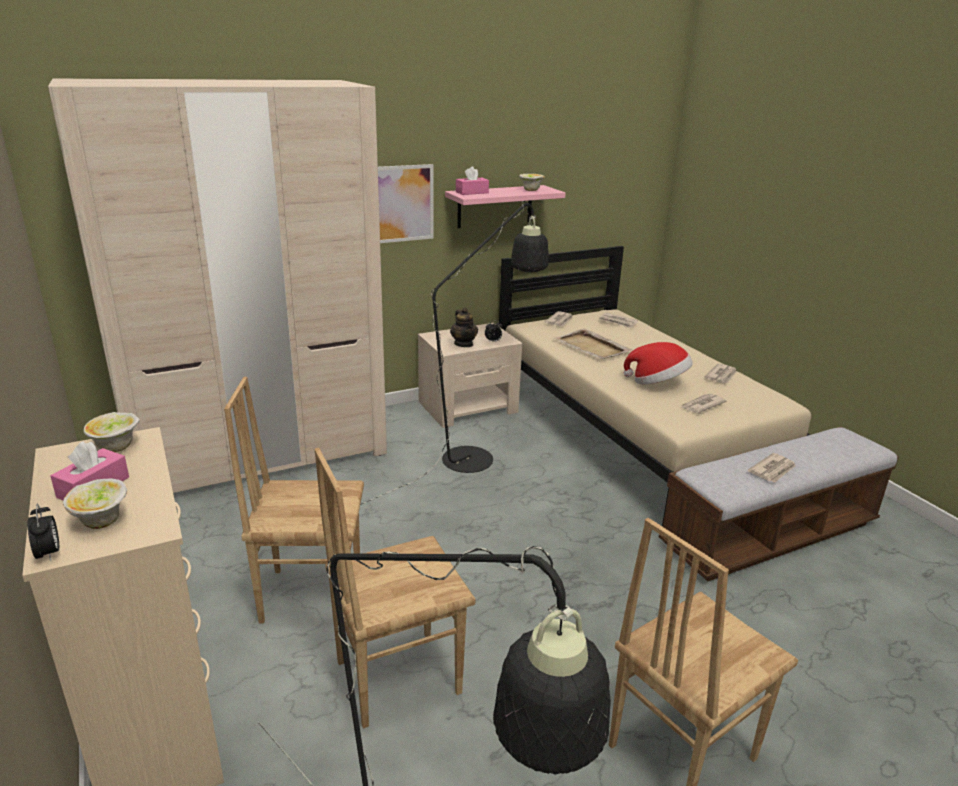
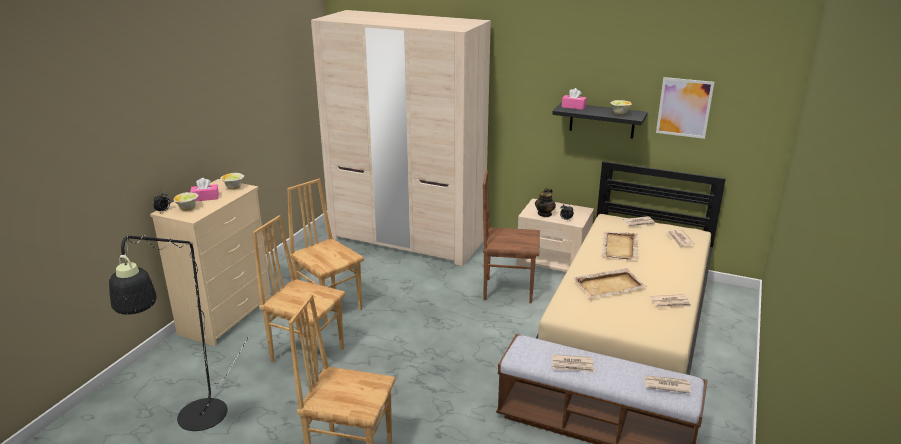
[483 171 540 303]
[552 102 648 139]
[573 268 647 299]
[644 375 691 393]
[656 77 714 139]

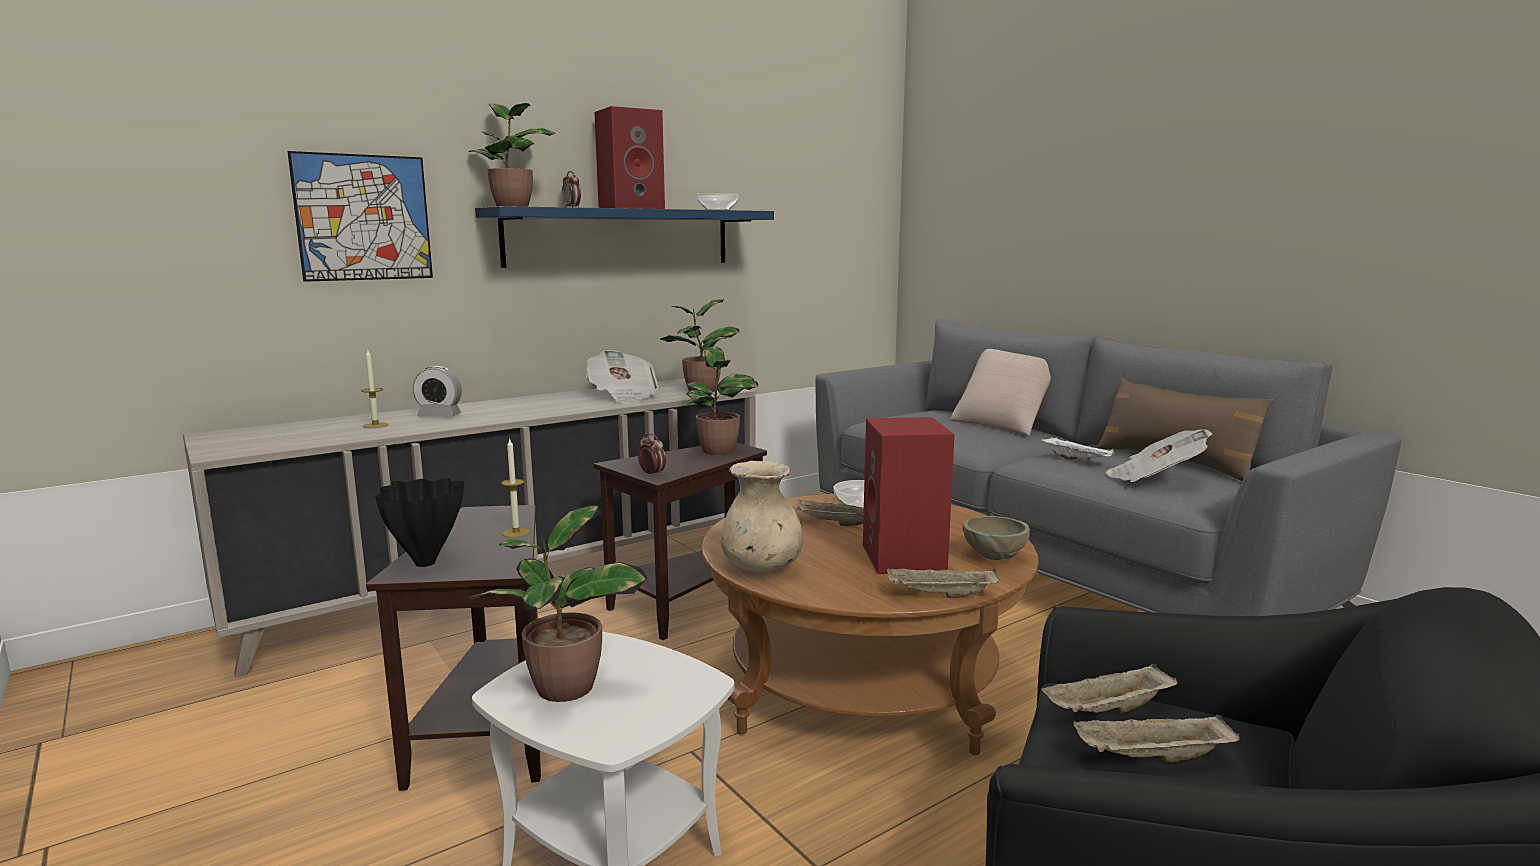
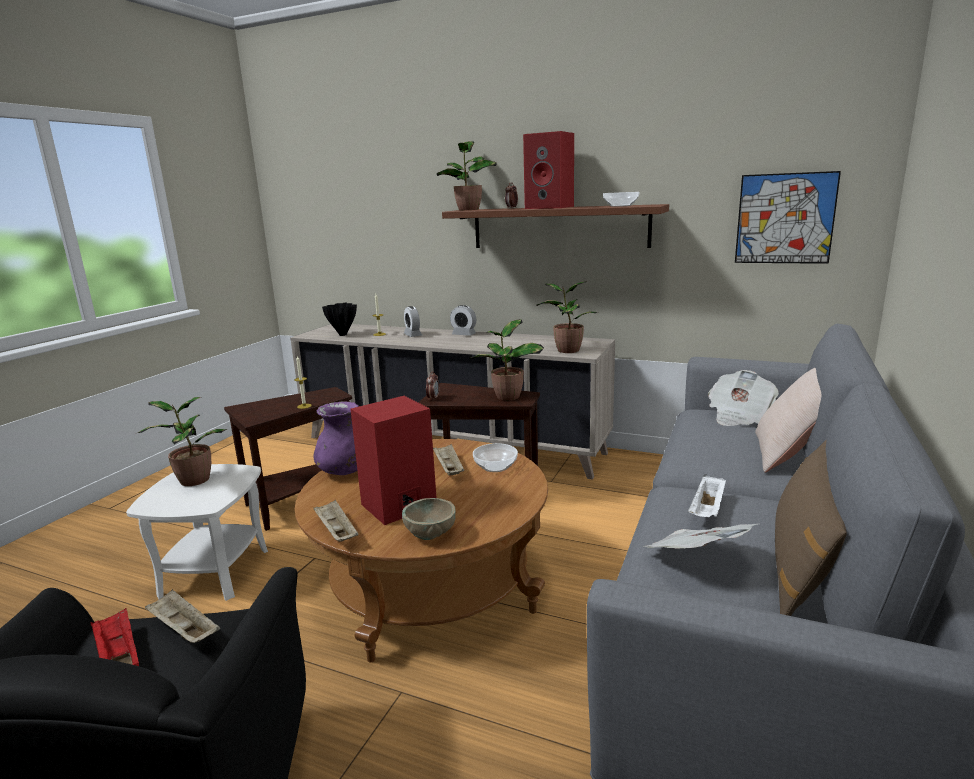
[90 608 139 666]
[313 402 359 475]
[322 302 357 336]
[442 204 669 248]
[450 305 476 336]
[708 370 779 426]
[735 171 841 264]

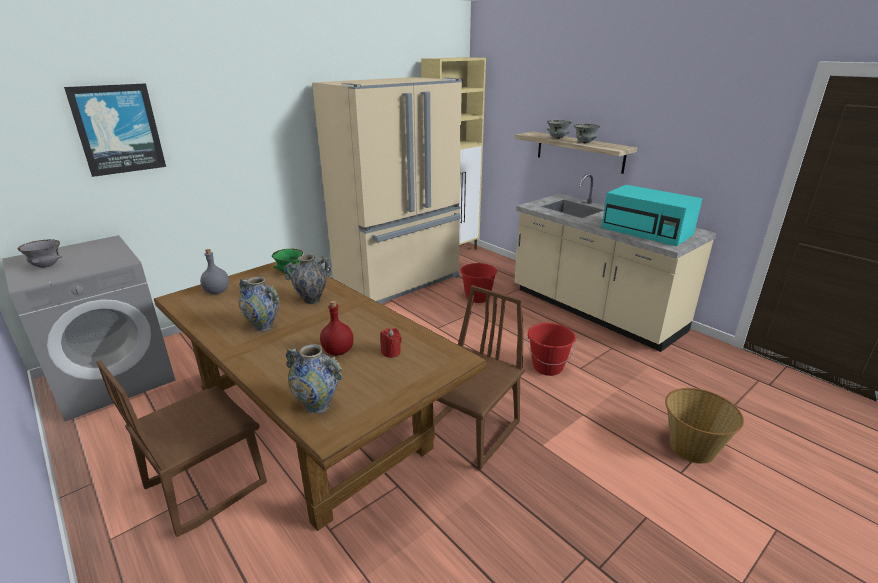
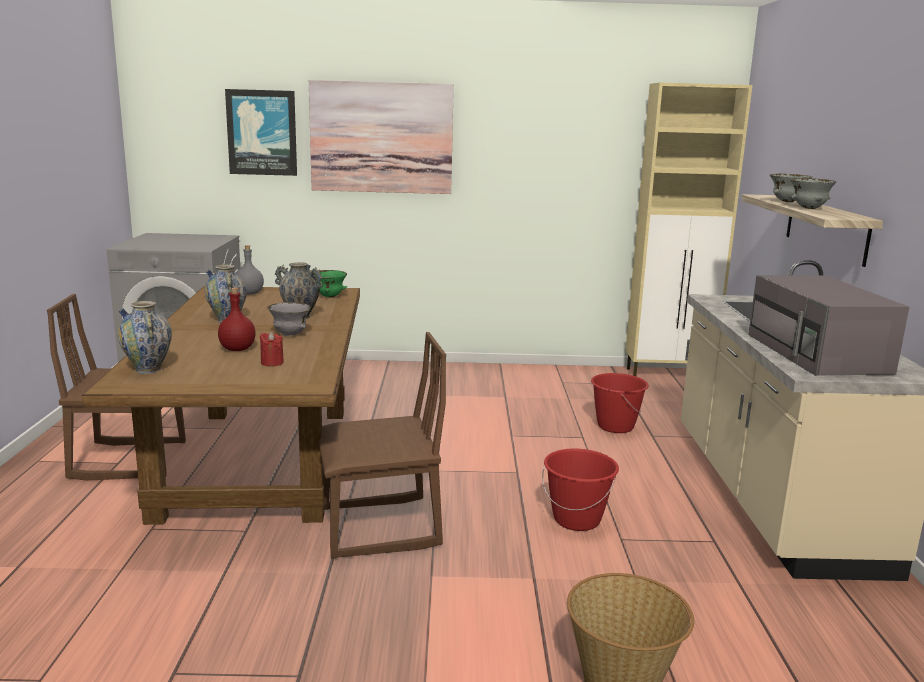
[268 302 311 336]
[309 80 454 194]
[748 275 909 376]
[312 77 462 304] (first image)

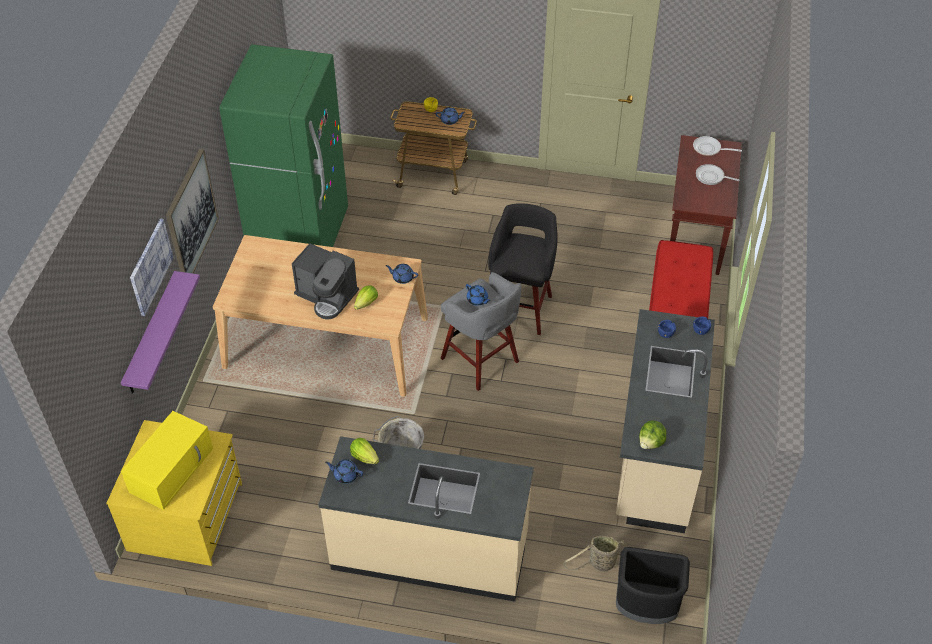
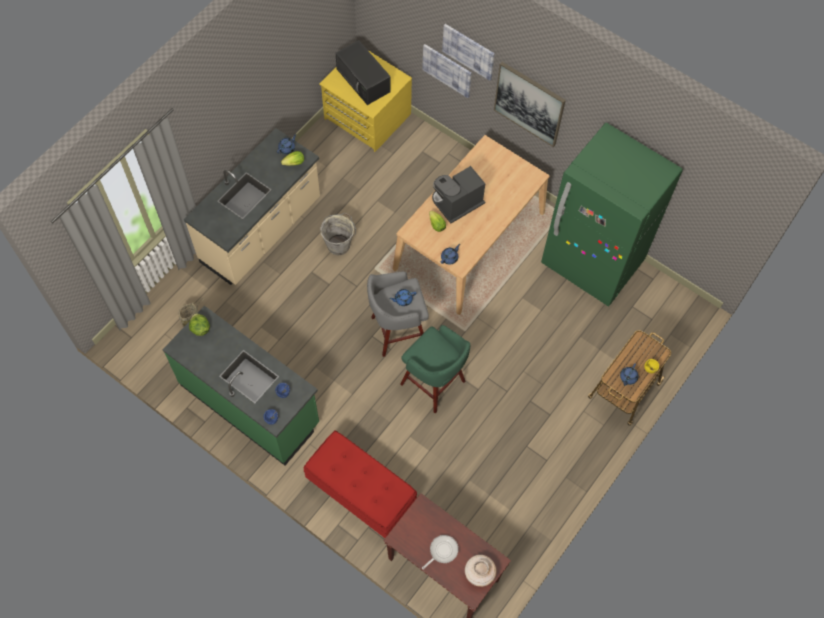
[163 306 319 465]
[335 40 391 105]
[400 325 470 414]
[422 44 472 98]
[465 555 497 587]
[616 547 690 624] (first image)

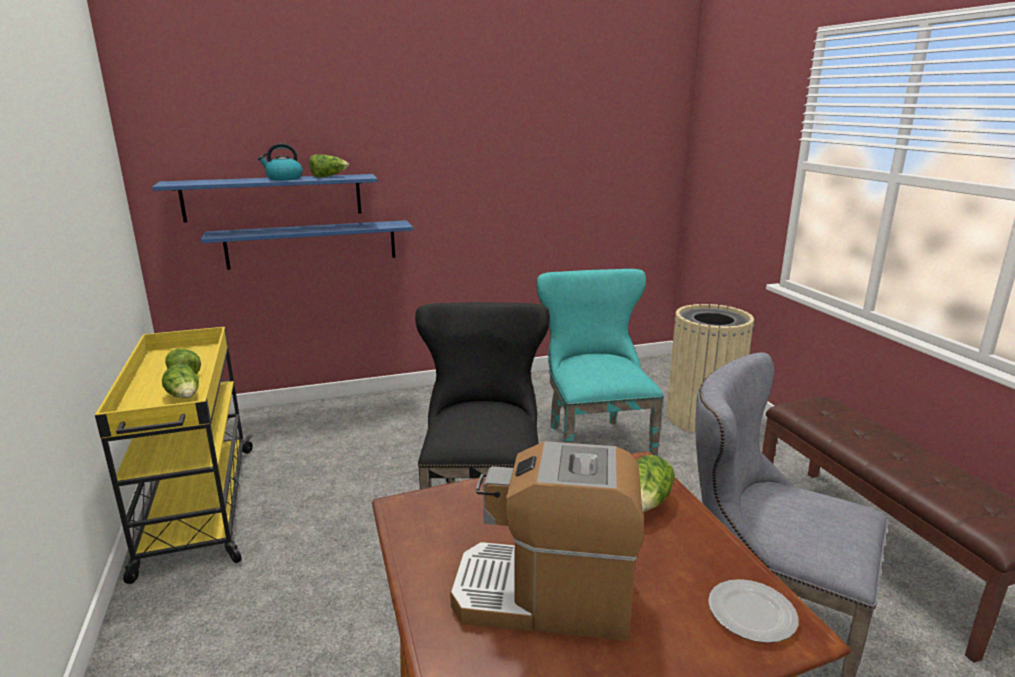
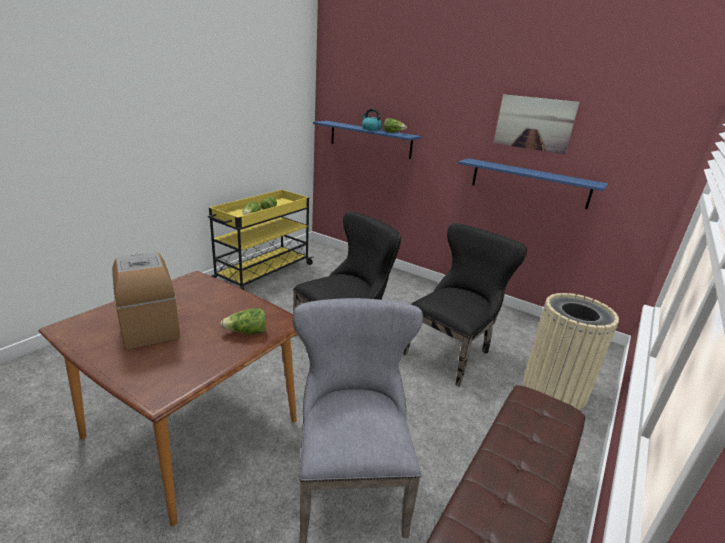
[402 223 527 387]
[458 158 608 209]
[494 94 579 154]
[708 579 799 643] (first image)

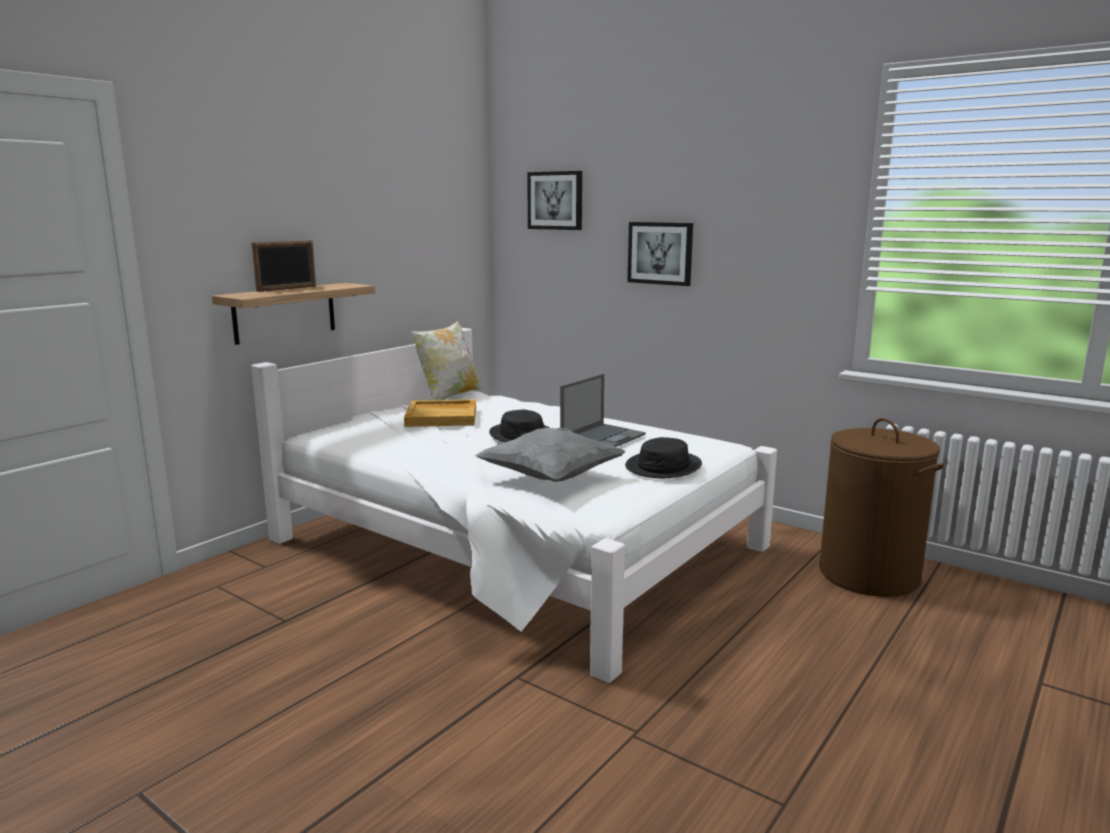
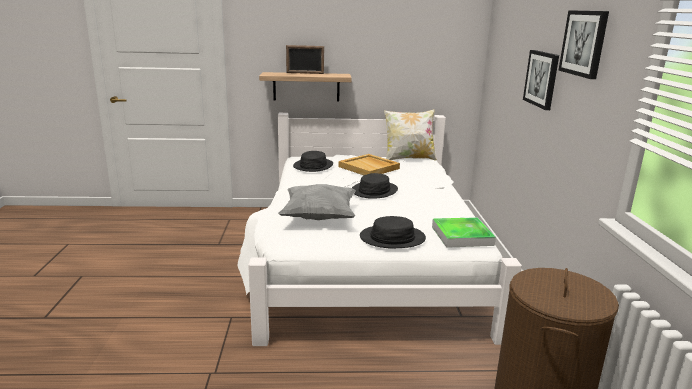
[293 151 333 172]
[432 217 496 248]
[559 10 609 79]
[560 374 646 447] (first image)

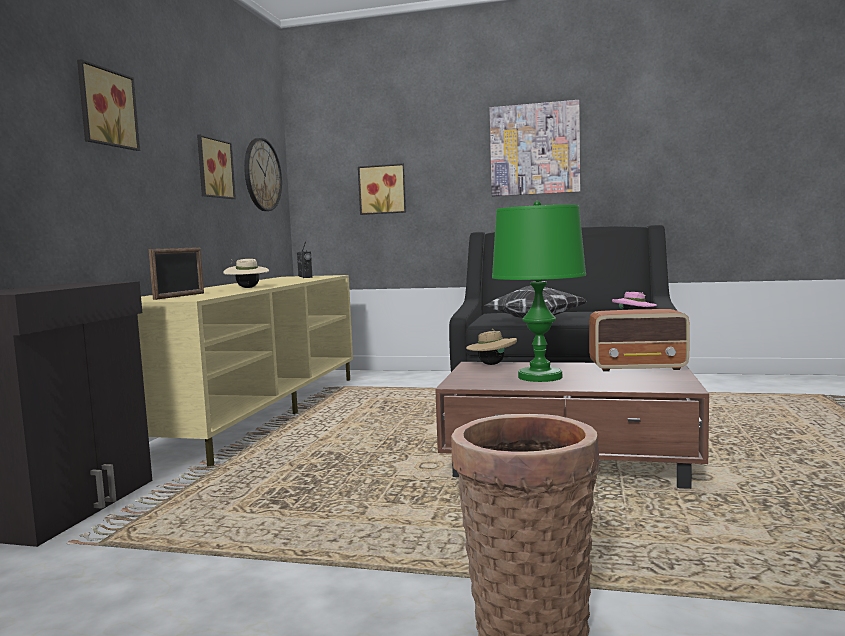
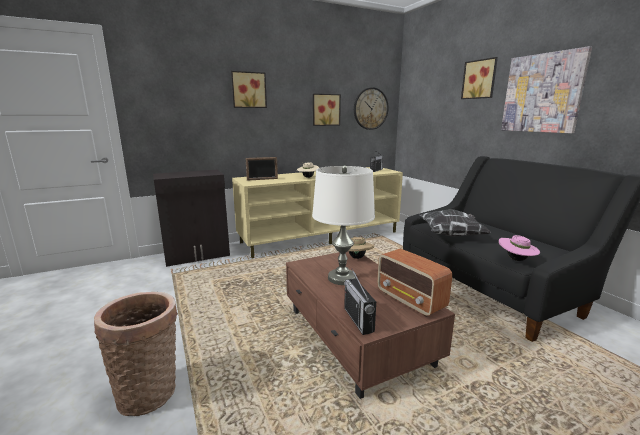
[312 165 375 285]
[344 268 376 335]
[461 57 498 99]

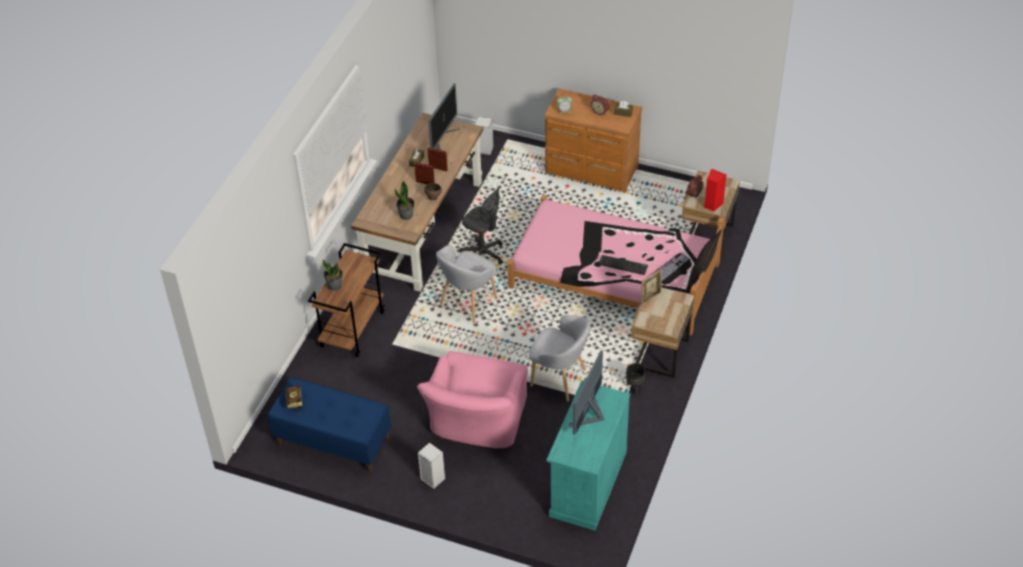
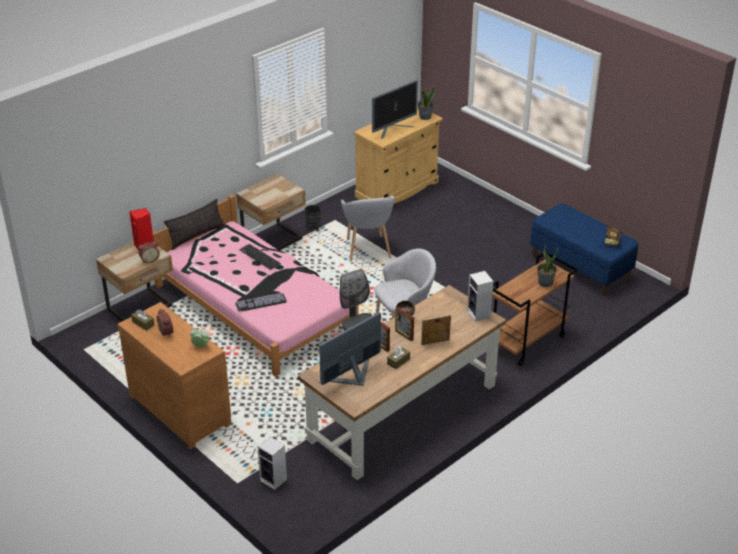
[235 291 287 312]
[341 195 394 261]
[354 106 443 203]
[418 87 434 120]
[421 315 451 345]
[467 271 494 322]
[417 351 528 448] (first image)

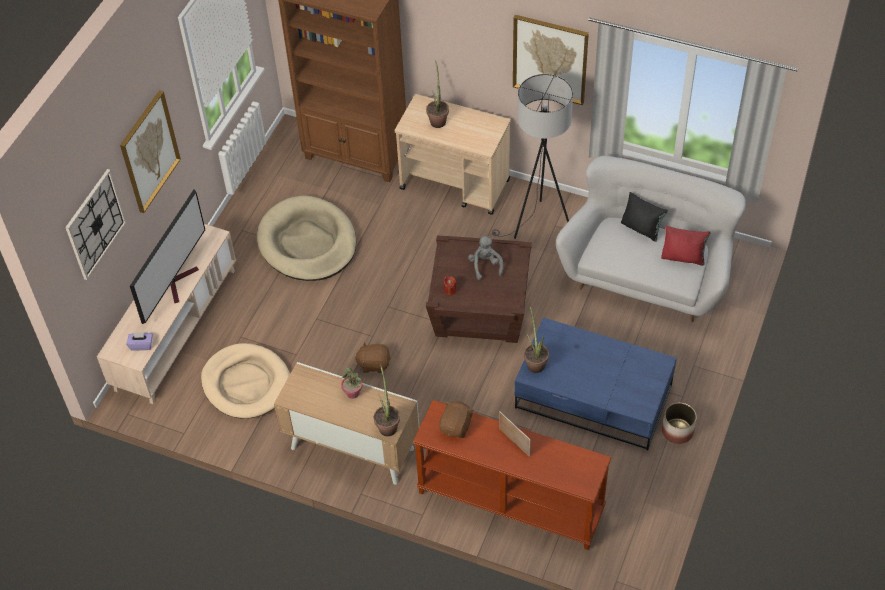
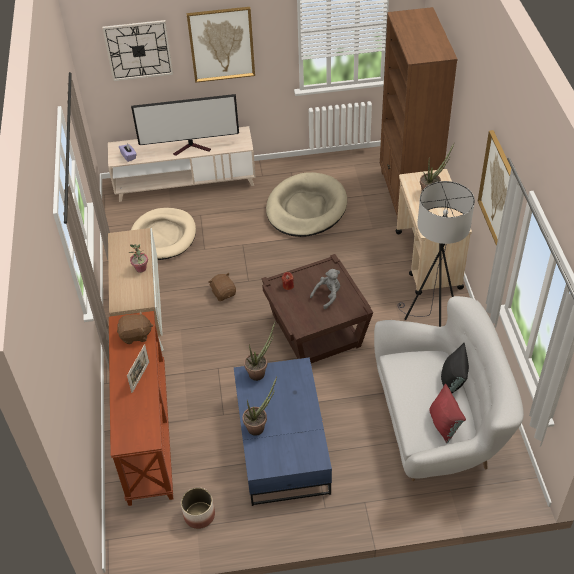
[181 487 215 529]
[243 376 277 436]

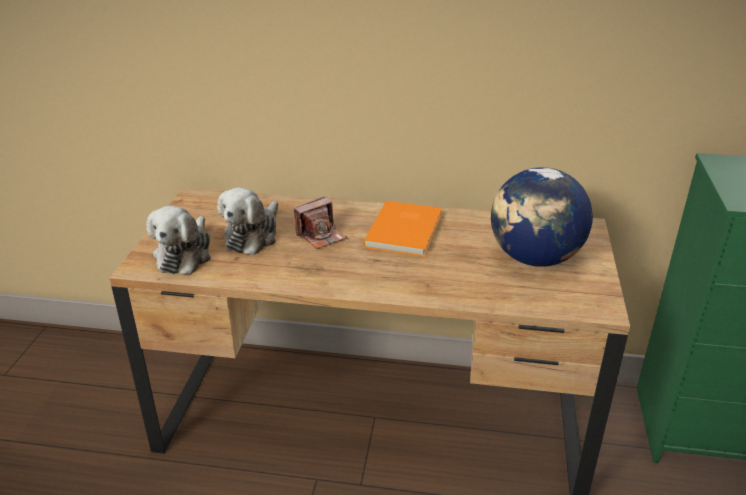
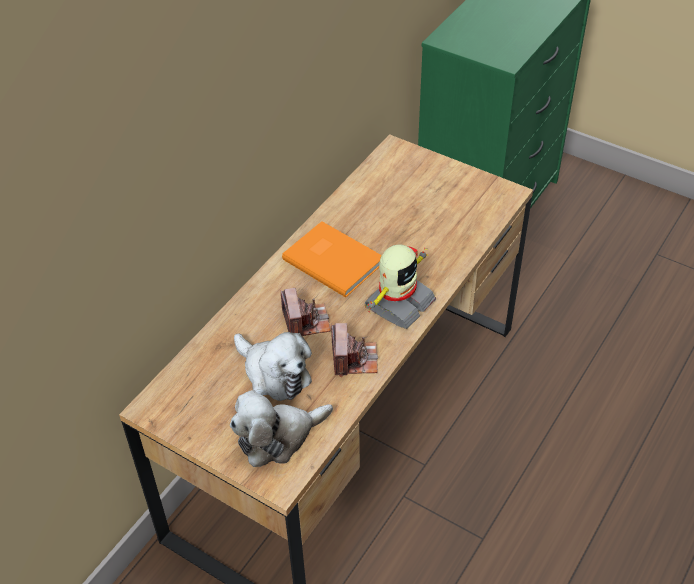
[230 390 333 467]
[331 323 378 377]
[364 244 436 329]
[491 167 593 267] (first image)

